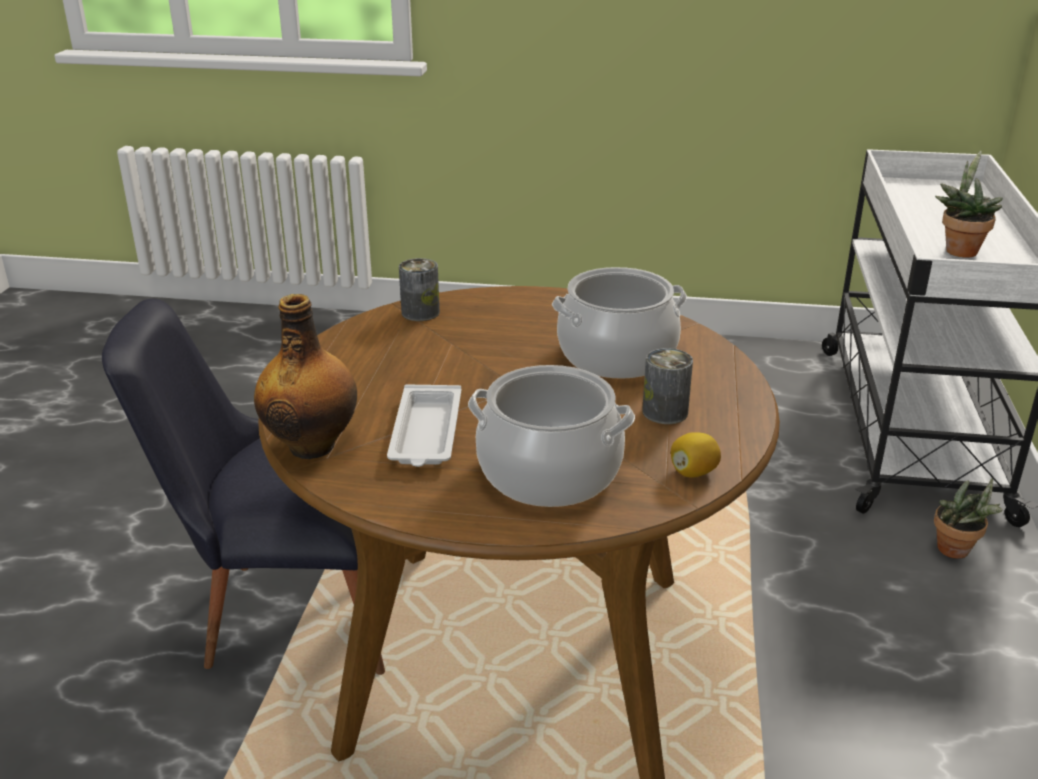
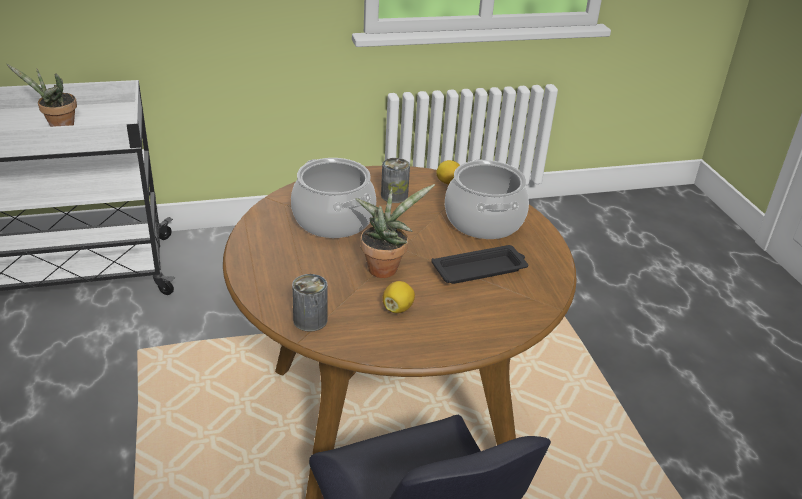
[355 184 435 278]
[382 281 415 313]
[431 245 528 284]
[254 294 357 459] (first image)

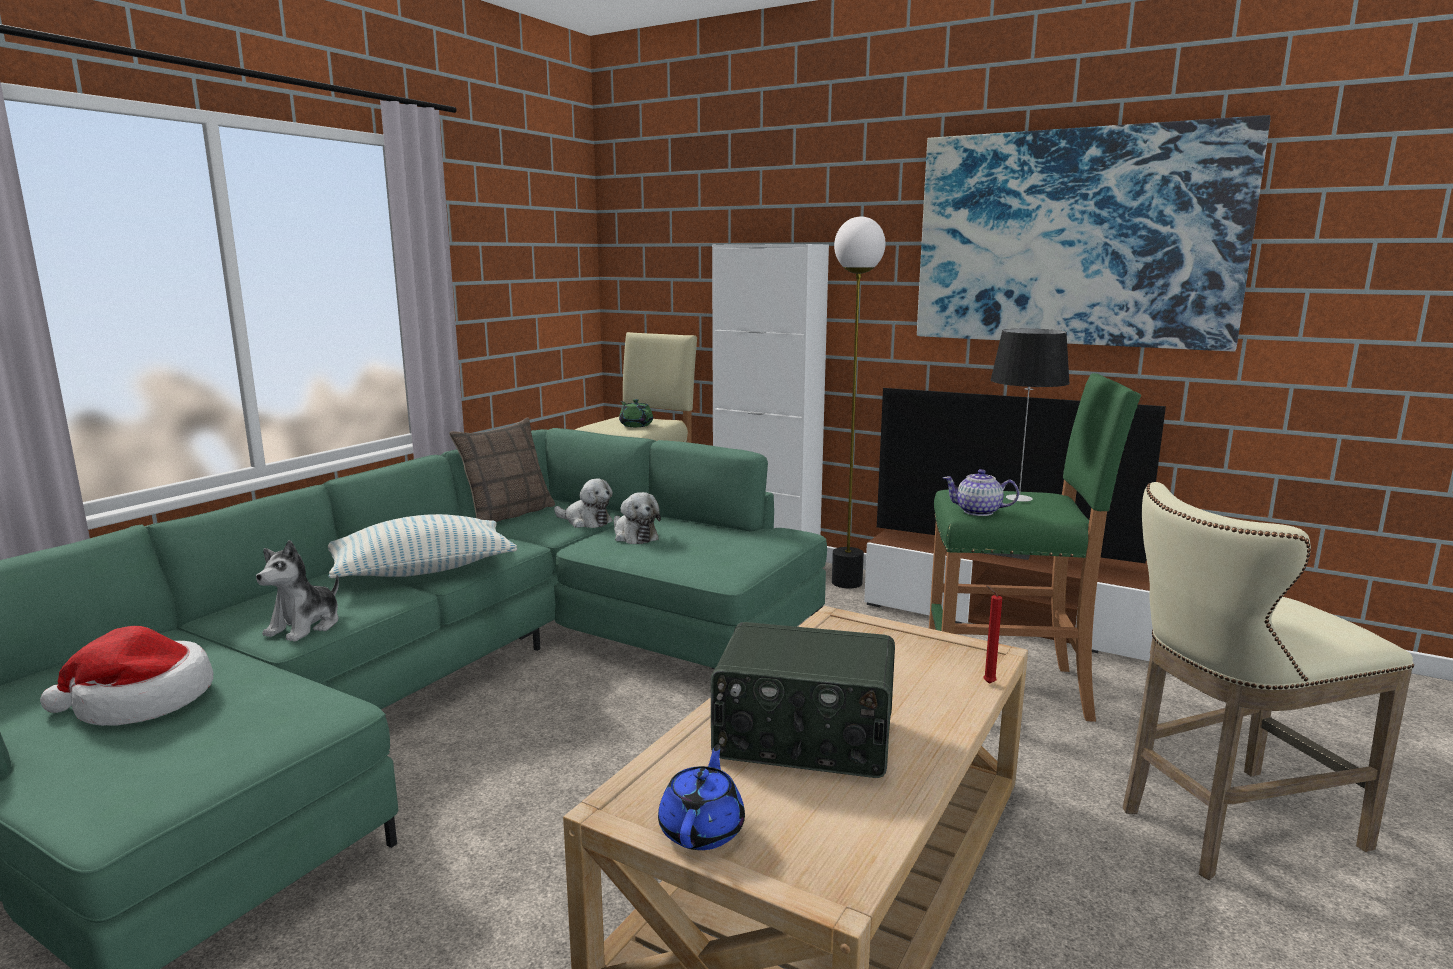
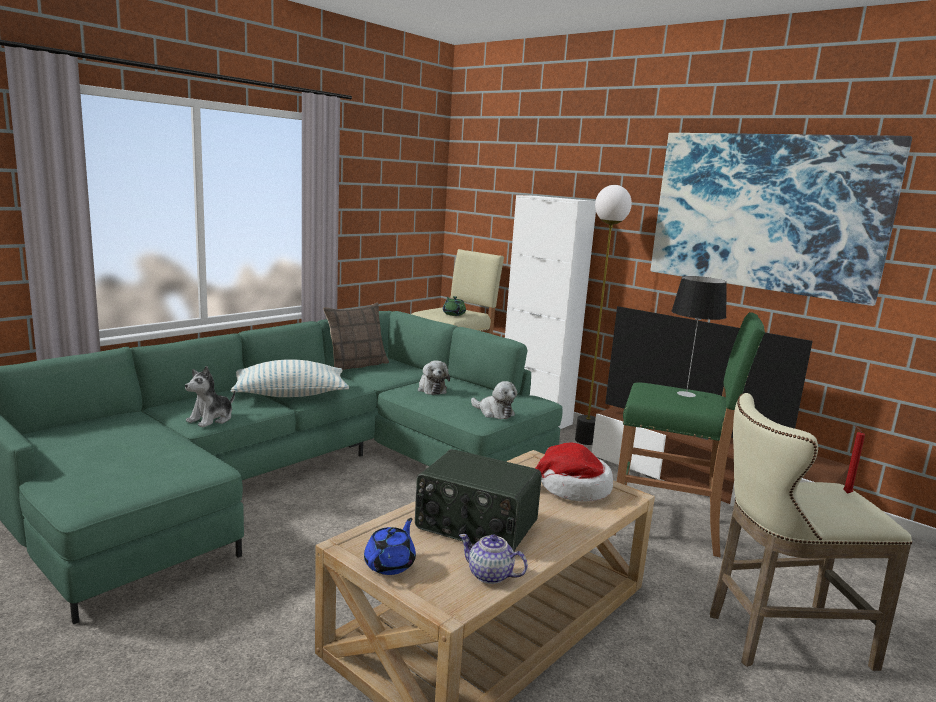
[459 534 528 584]
[471 381 517 419]
[535 443 613 502]
[843 425 865 494]

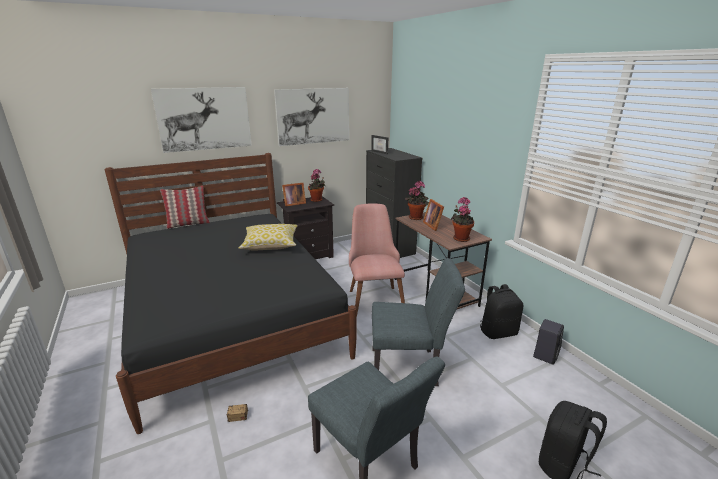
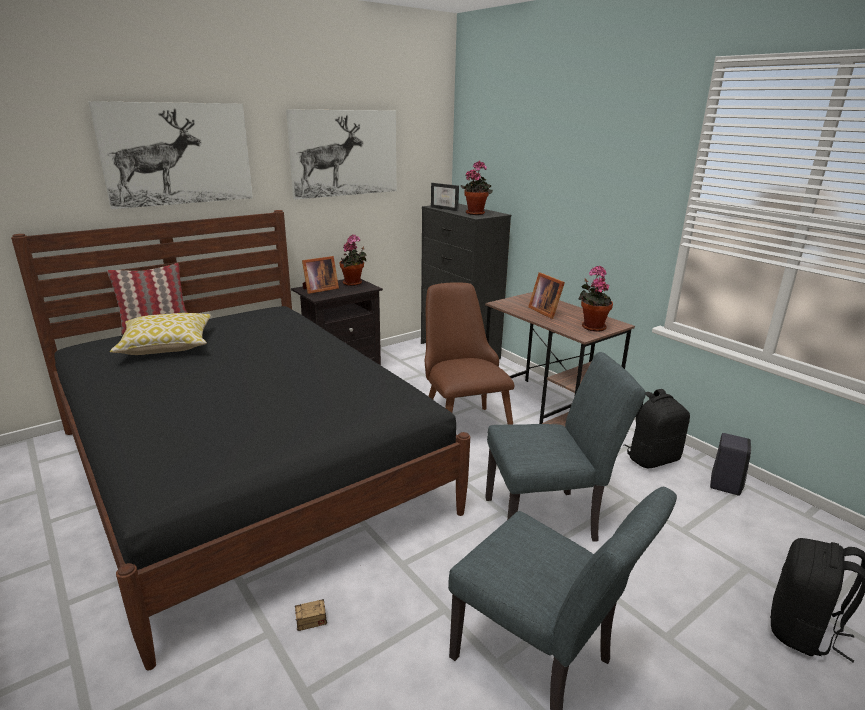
[110 313 211 355]
[425 282 514 424]
[461 161 493 215]

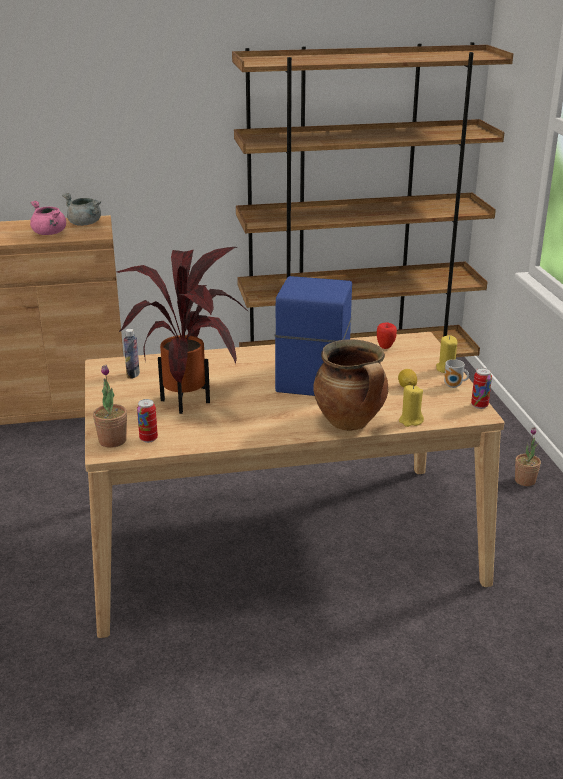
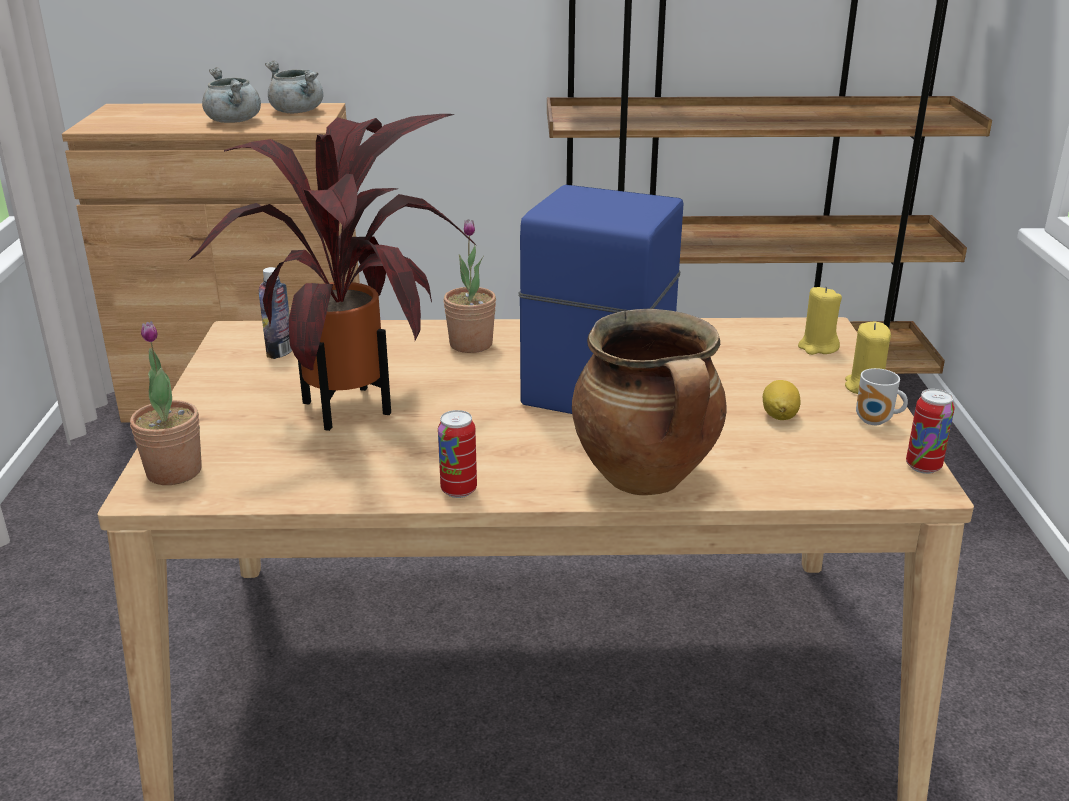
[202 67 261 123]
[438 410 477 498]
[443 219 496 353]
[798 286 842 355]
[377 322 397 349] (first image)

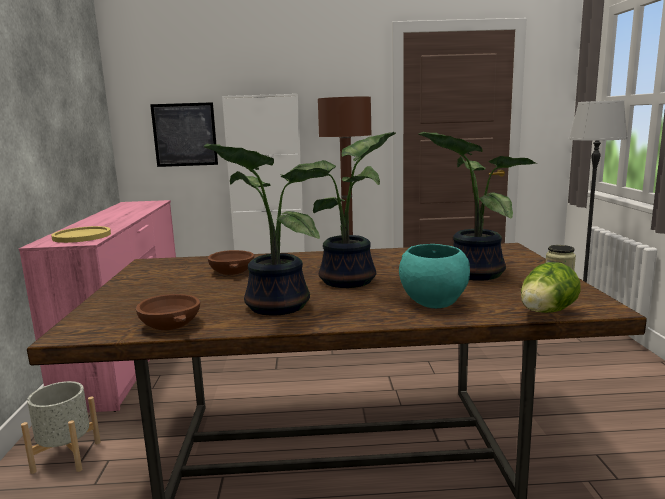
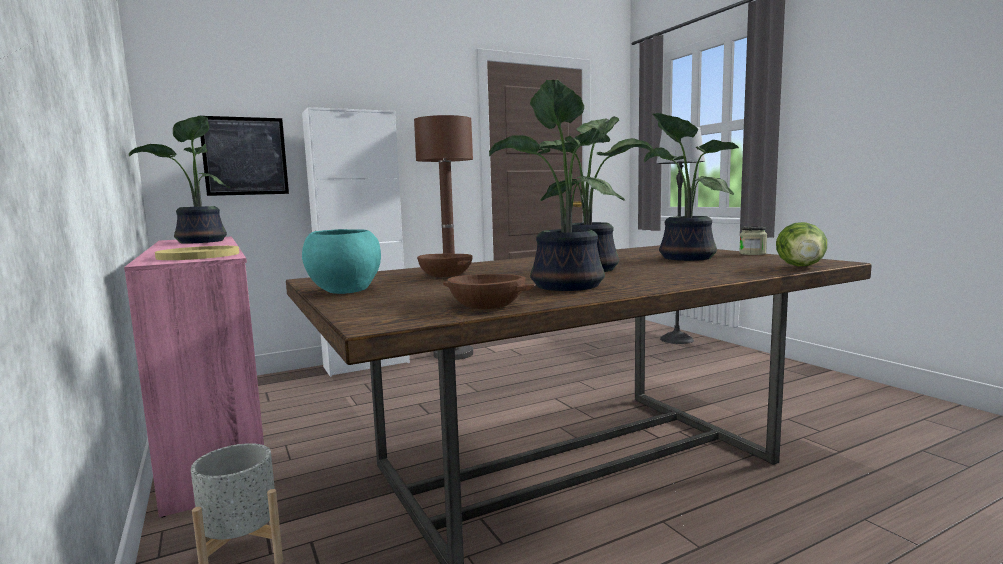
[129 116 231 244]
[302 229 381 294]

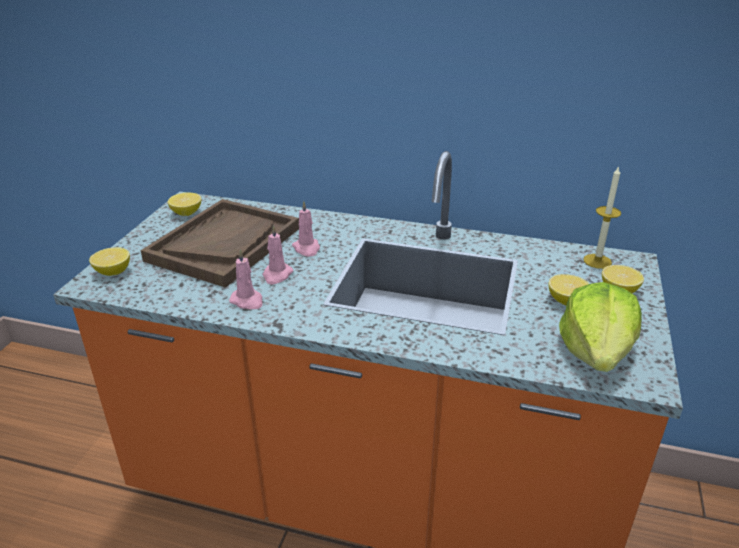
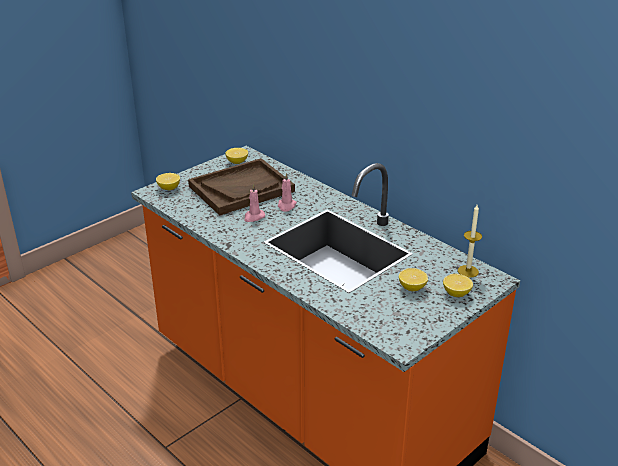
[229 249 263 309] (first image)
[559 282 642 372] (first image)

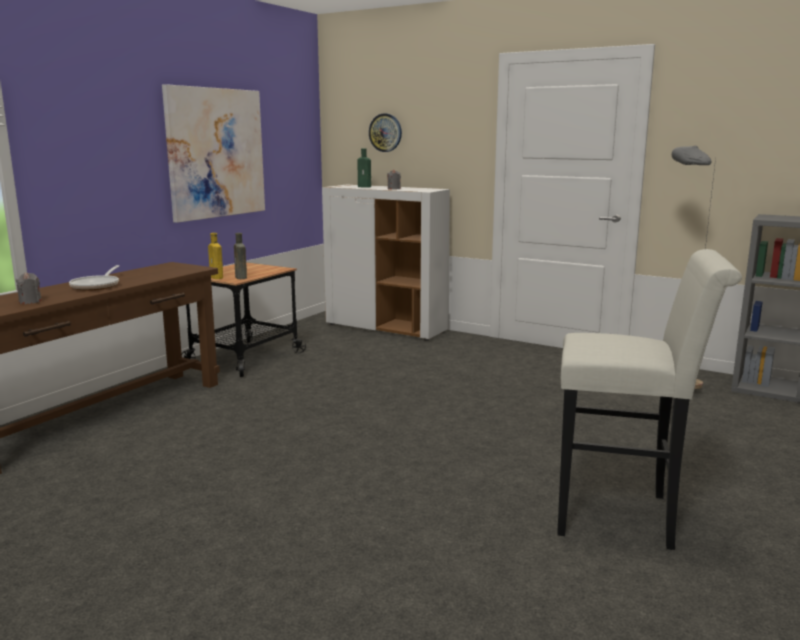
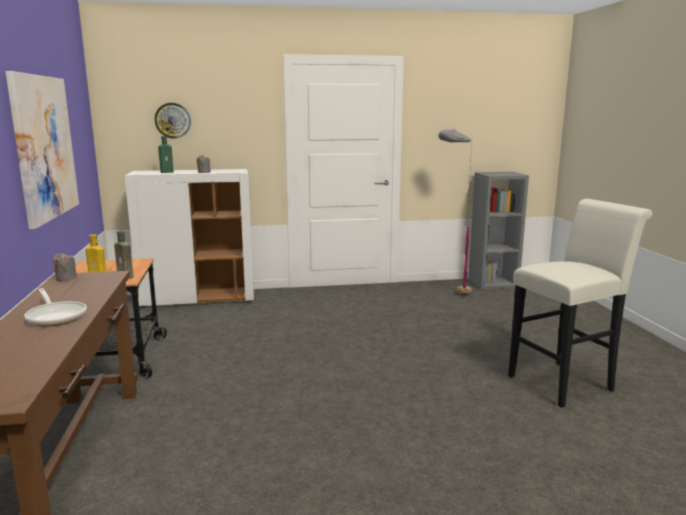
[53 253 77 281]

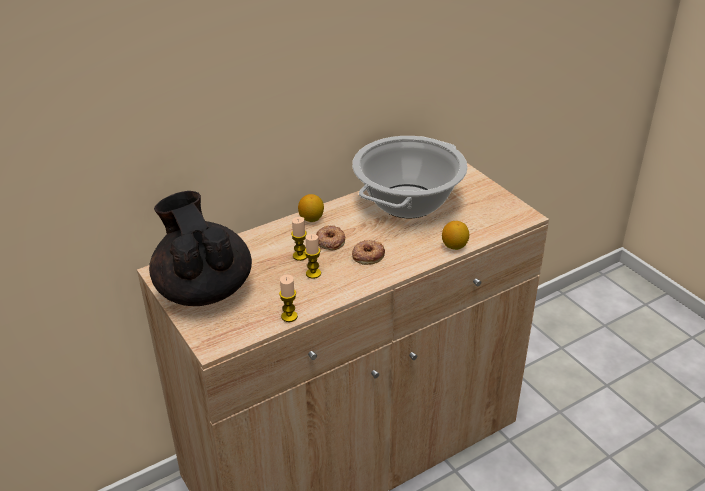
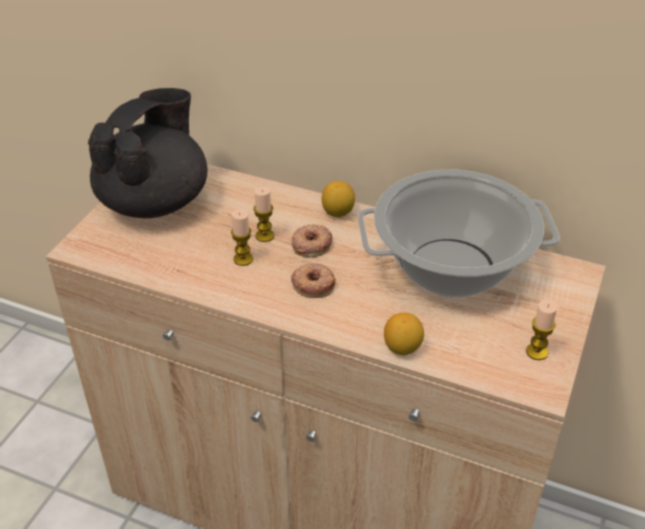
[526 299 558 360]

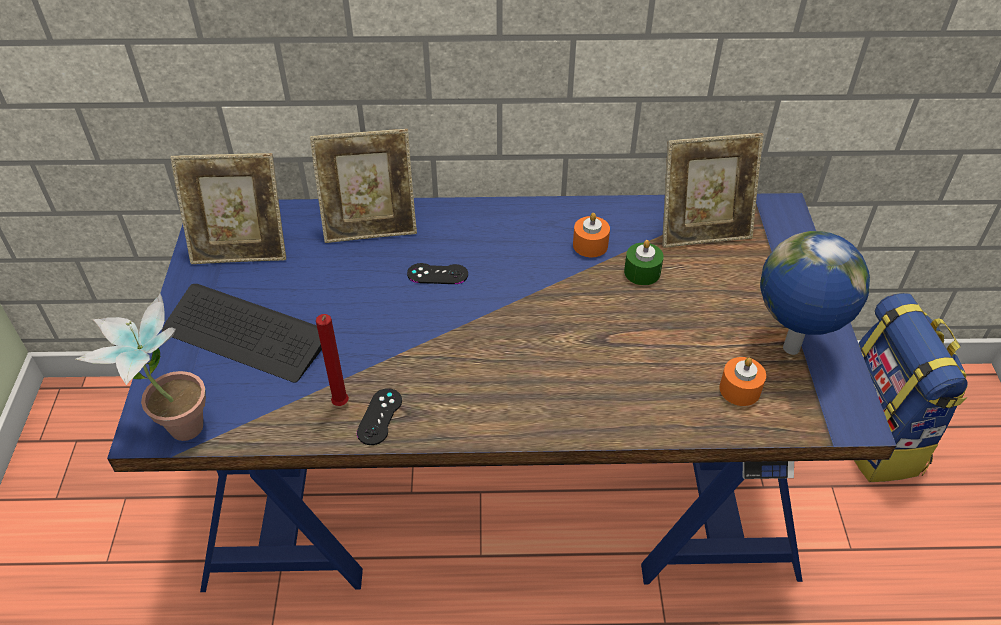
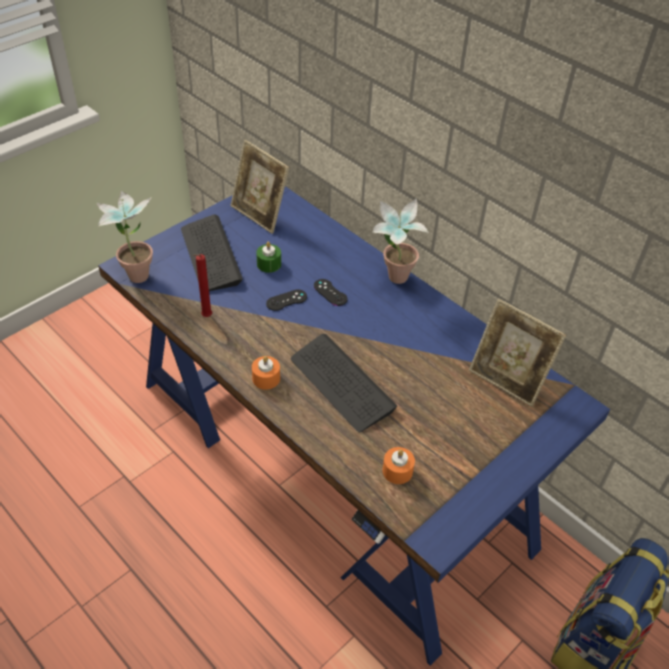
[252 356 280 390]
[256 242 281 273]
[266 289 307 311]
[291 334 397 432]
[372 198 429 284]
[310 129 417 243] (first image)
[760 231 870 355] (first image)

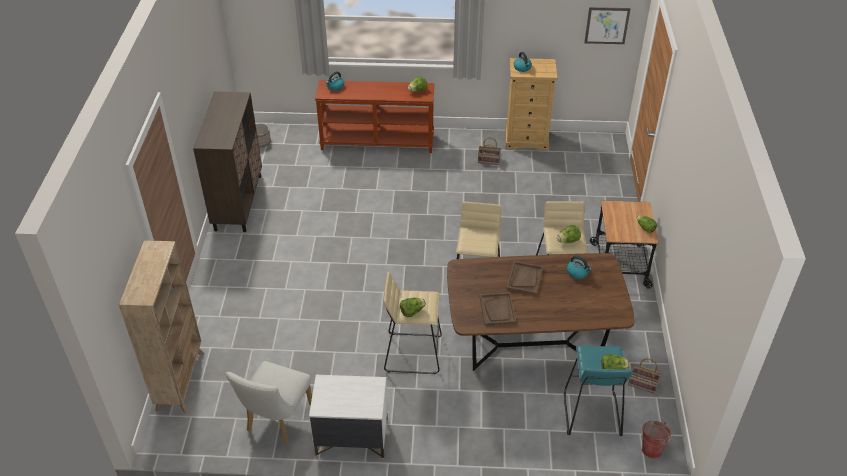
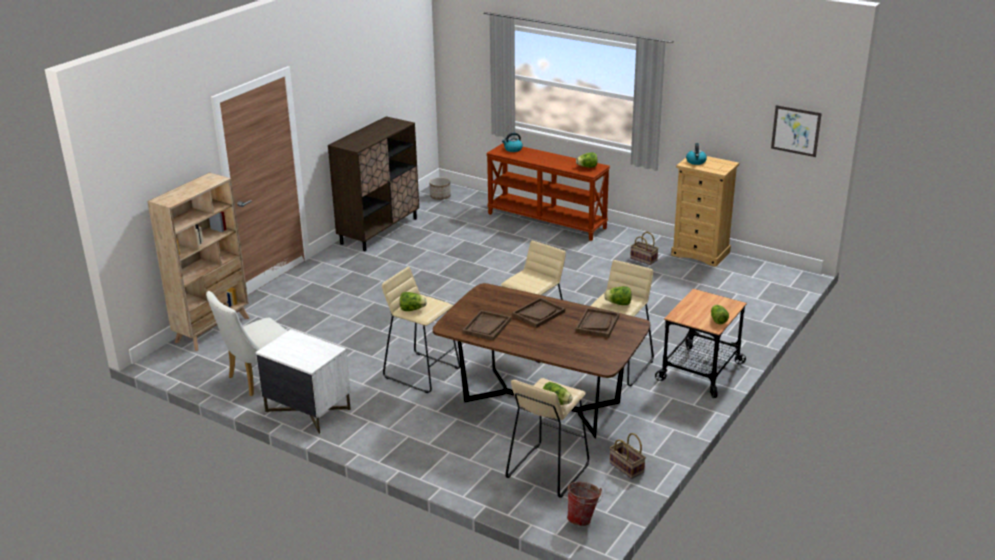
[505 378 589 498]
[575 308 619 338]

